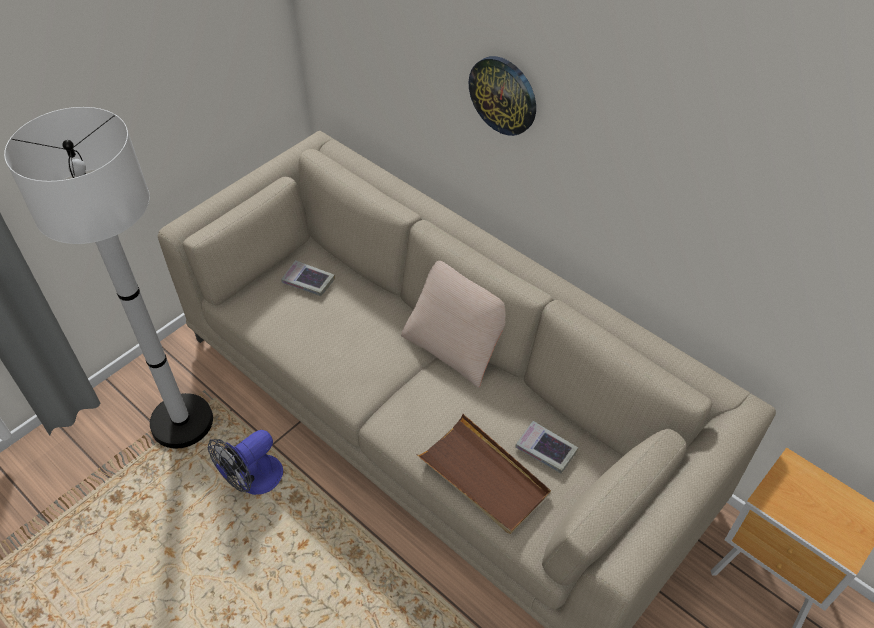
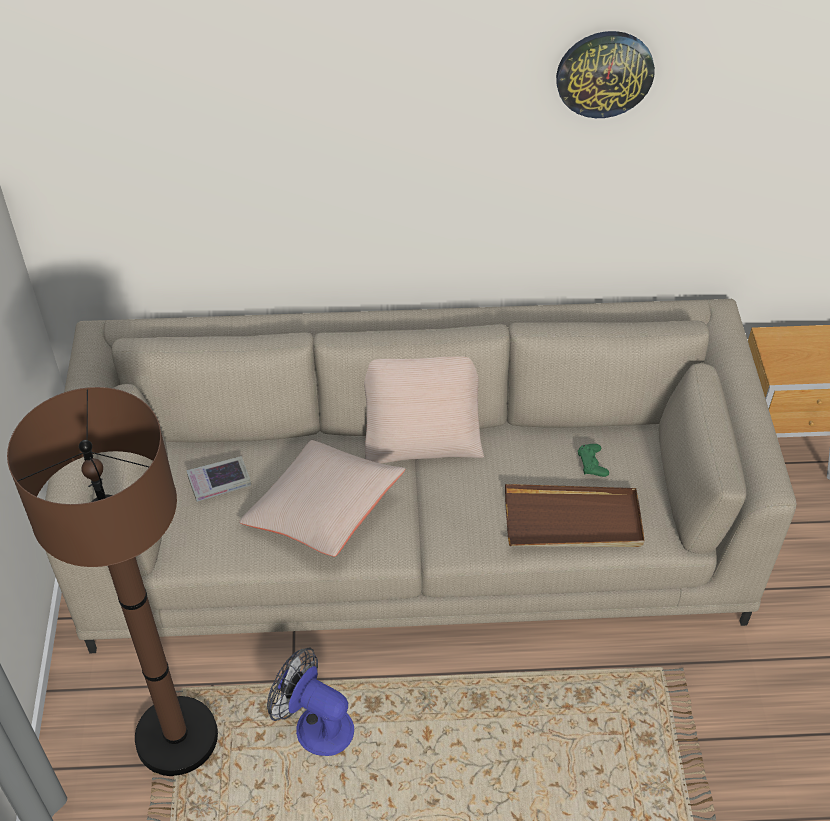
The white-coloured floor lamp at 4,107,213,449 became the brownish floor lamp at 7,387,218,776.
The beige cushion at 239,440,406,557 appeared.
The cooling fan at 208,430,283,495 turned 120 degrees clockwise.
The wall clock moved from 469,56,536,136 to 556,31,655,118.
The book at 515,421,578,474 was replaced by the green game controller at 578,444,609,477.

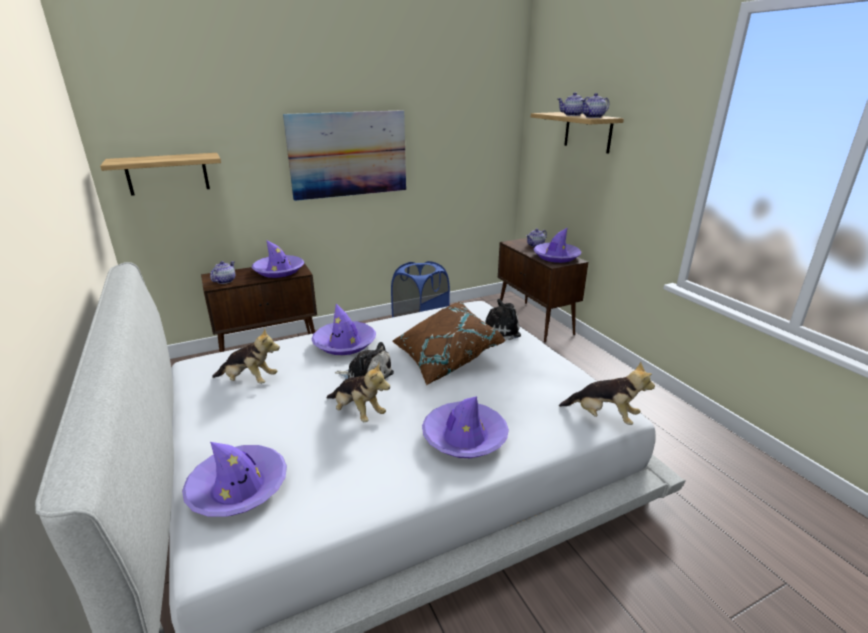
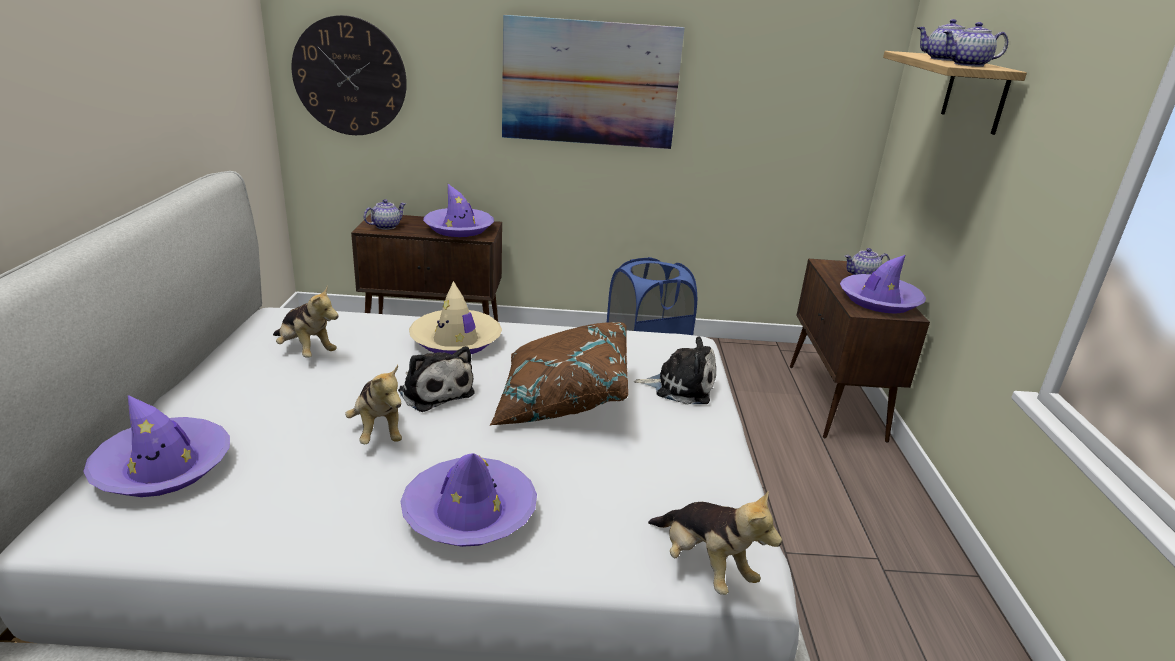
The wall shelf at 100,153,221,196 was replaced by the wall clock at 292,15,407,135.
The purplish wearable hat at 311,304,376,355 became the beige wearable hat at 409,281,502,354.

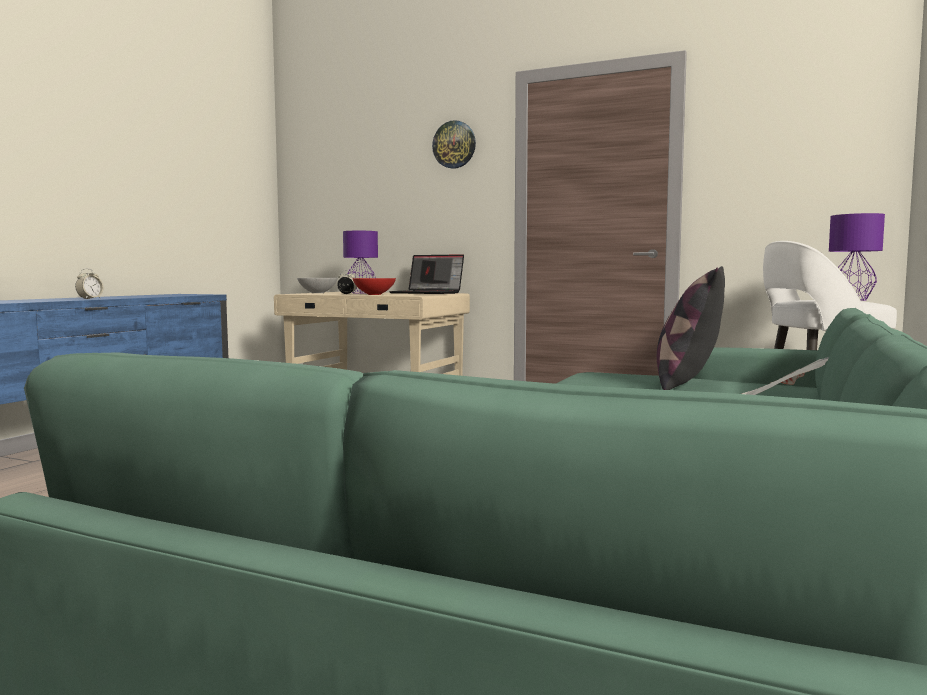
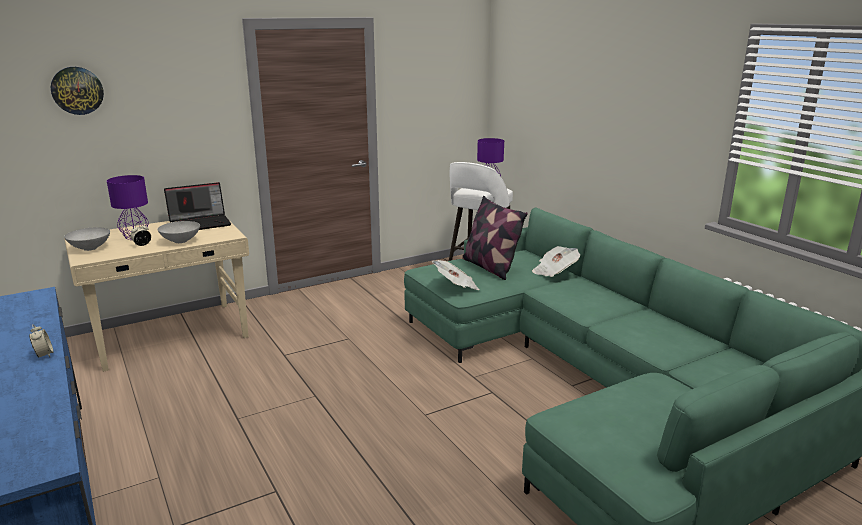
The wall clock moved from 432,120,476,169 to 51,67,104,115.
The reddish deep dish at 352,278,396,295 became the gray deep dish at 157,221,200,243.
The newspaper at 432,260,479,290 appeared.

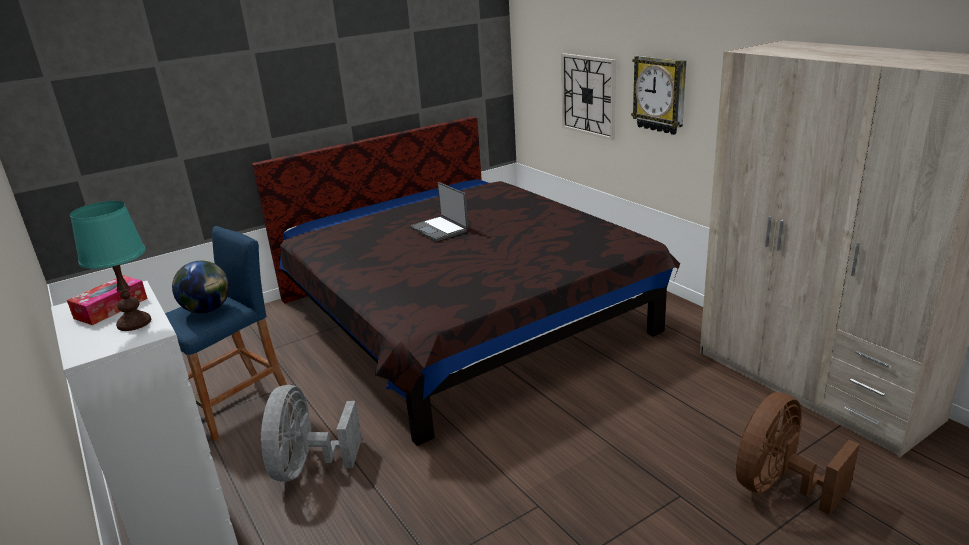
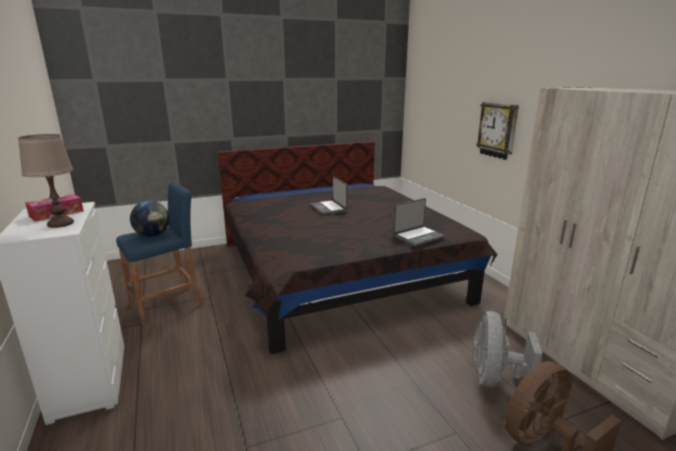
The turquoise lamp for a table at 70,201,151,331 became the brownish lamp for a table at 18,134,74,228.
The portable computer at 393,198,446,247 appeared.
The gray cooling fan moved from 260,385,362,482 to 473,311,542,387.
The wall clock at 561,53,616,140 disappeared.

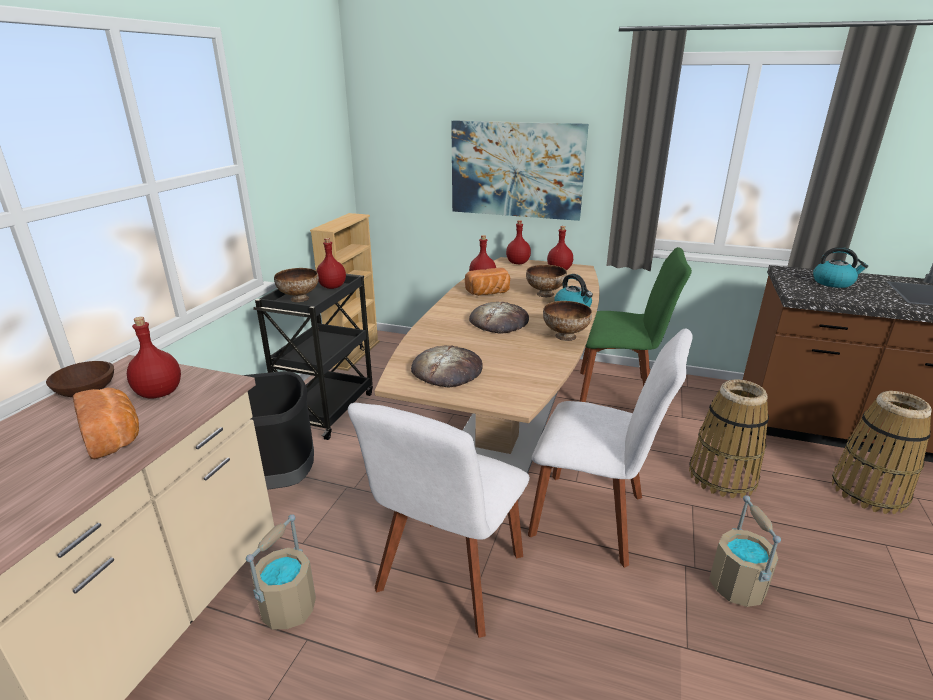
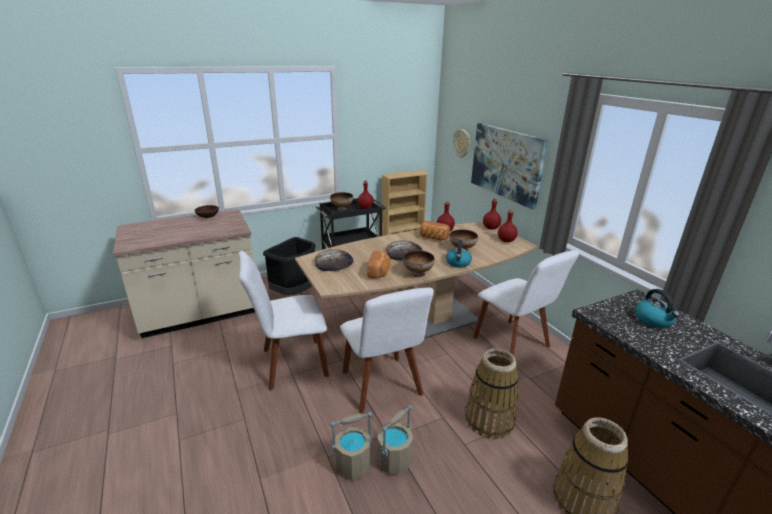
The beige pail moved from 246,514,316,630 to 330,412,373,481.
The bakery bread moved from 73,388,139,459 to 367,251,390,278.
The wall clock at 453,129,470,158 appeared.
The green chair at 580,247,692,402 became the white-coloured chair at 473,250,579,356.
The reddish beverage bottle at 127,317,181,398 disappeared.

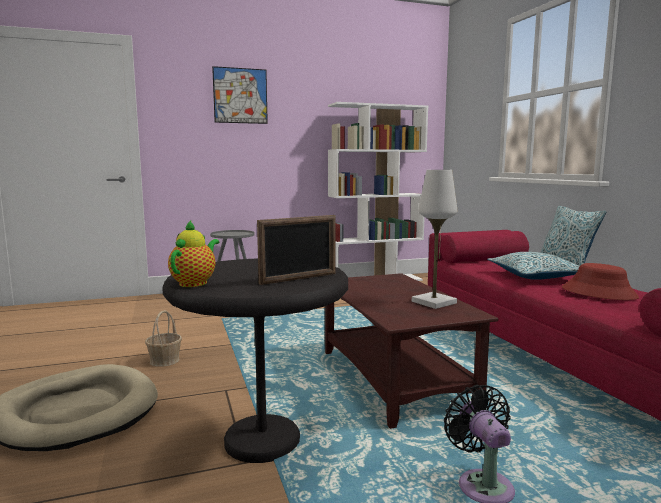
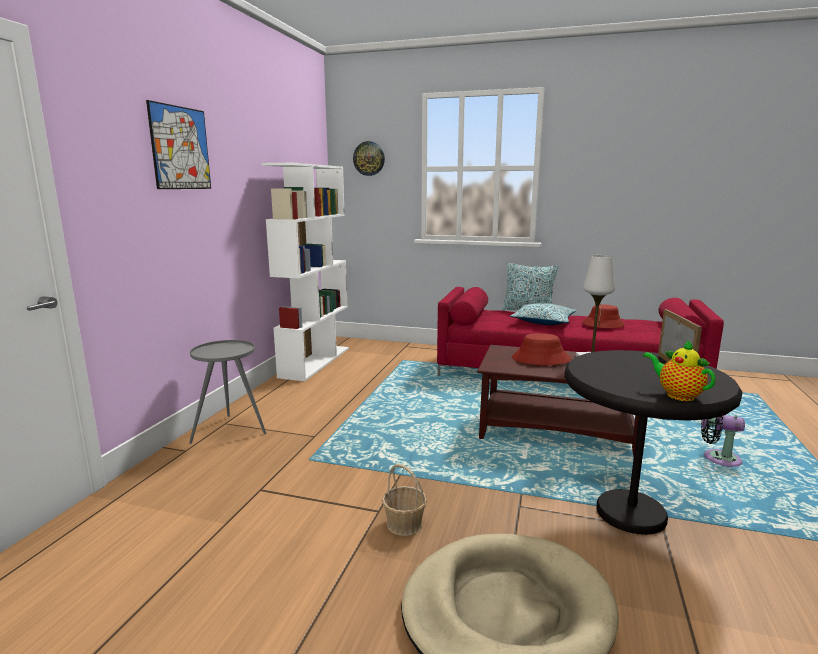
The wall clock at 353,141,385,176 appeared.
The reddish wearable hat at 512,333,571,365 appeared.

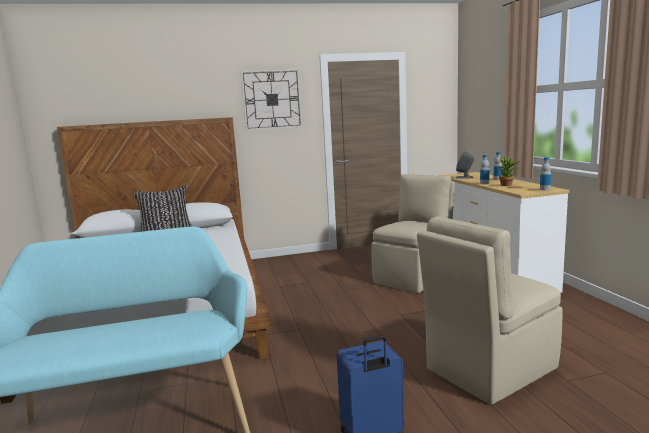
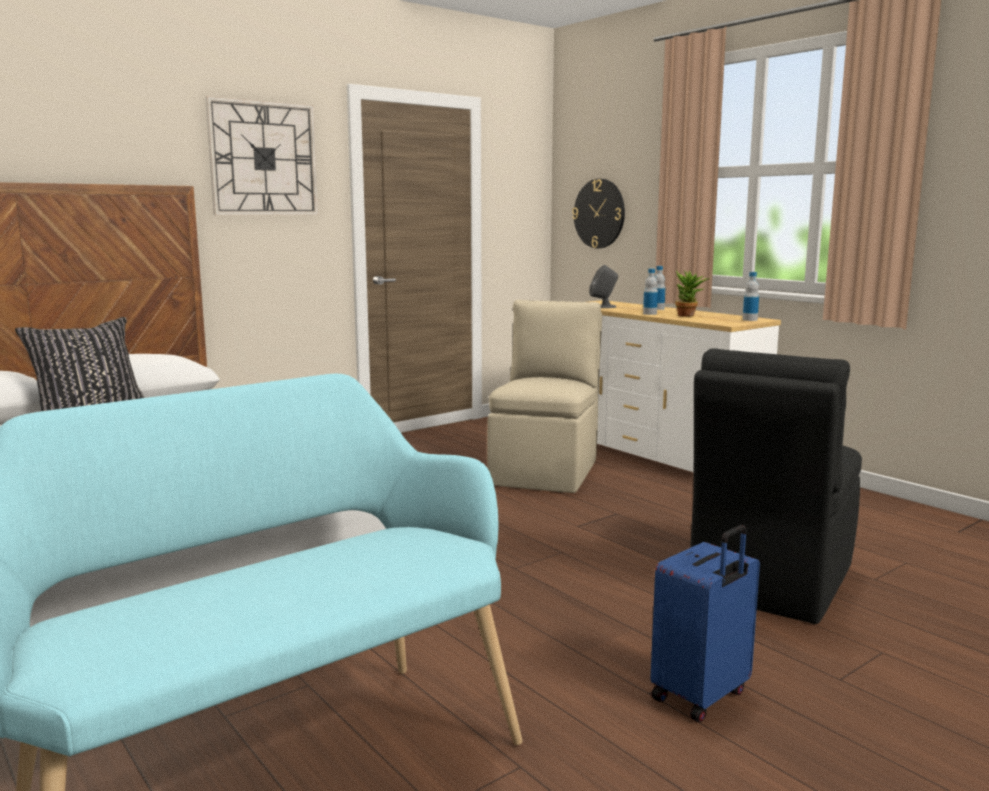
The wall clock at 572,179,625,248 appeared.
The beige chair at 417,216,563,405 became the black-coloured chair at 690,348,862,624.

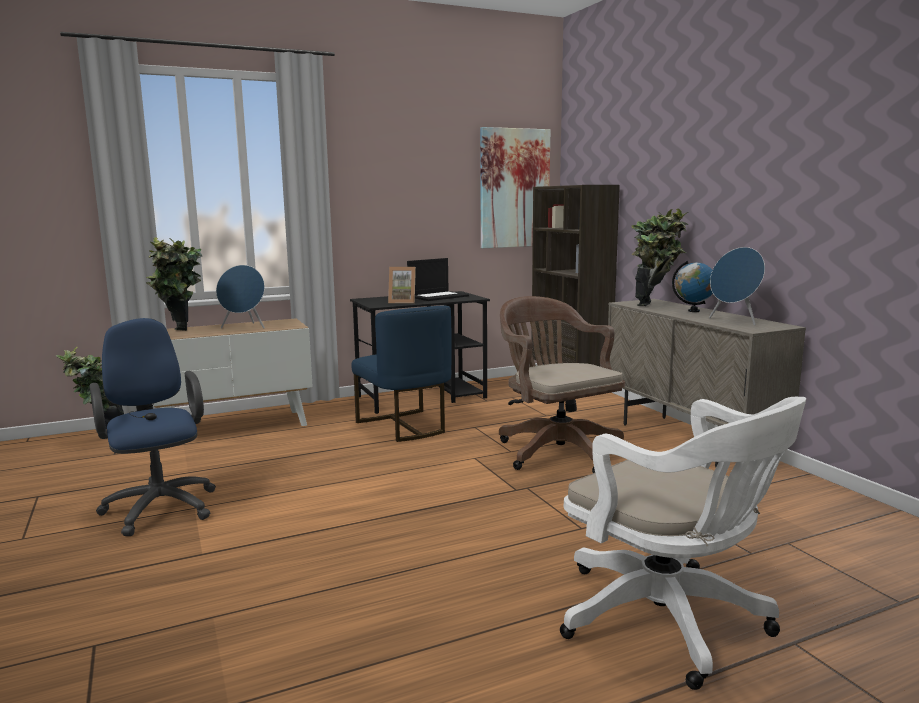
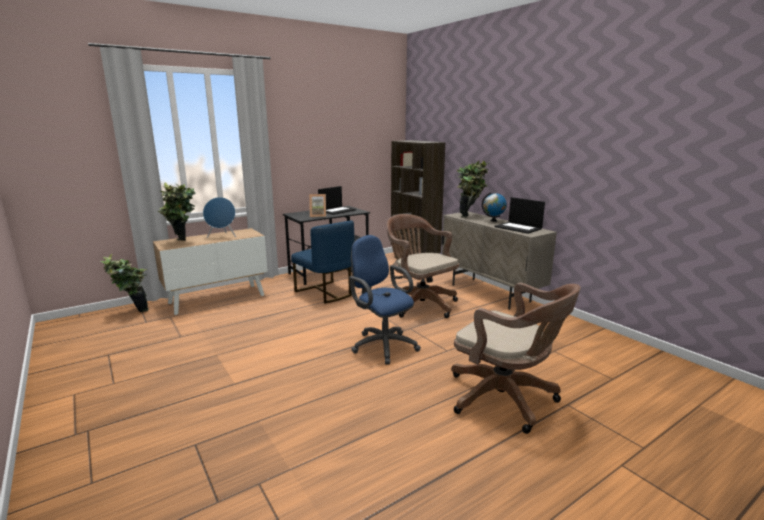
The bluish computer chair moved from 90,318,216,536 to 349,235,421,365.
The white-coloured computer chair at 560,397,806,690 became the brownish computer chair at 451,283,581,434.
The bluish loudspeaker at 709,247,765,325 was replaced by the portable computer at 494,197,545,234.
The wall art at 480,127,550,248 disappeared.

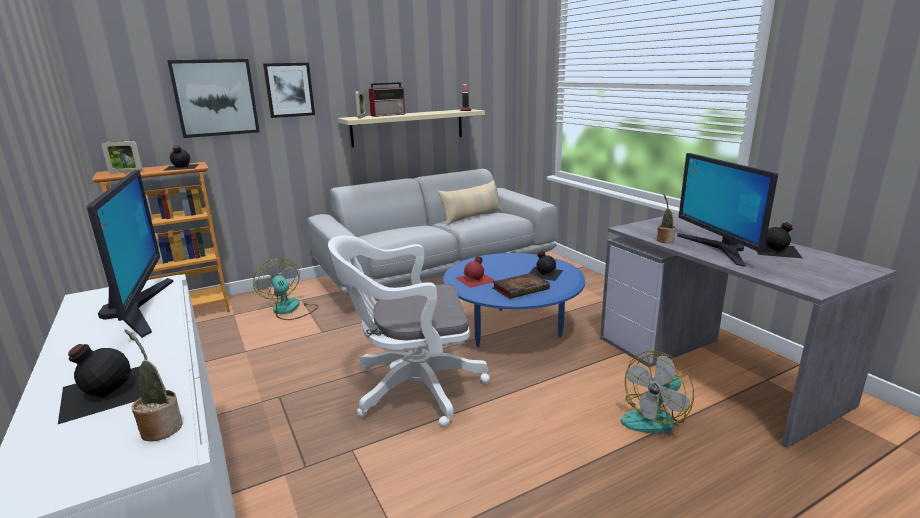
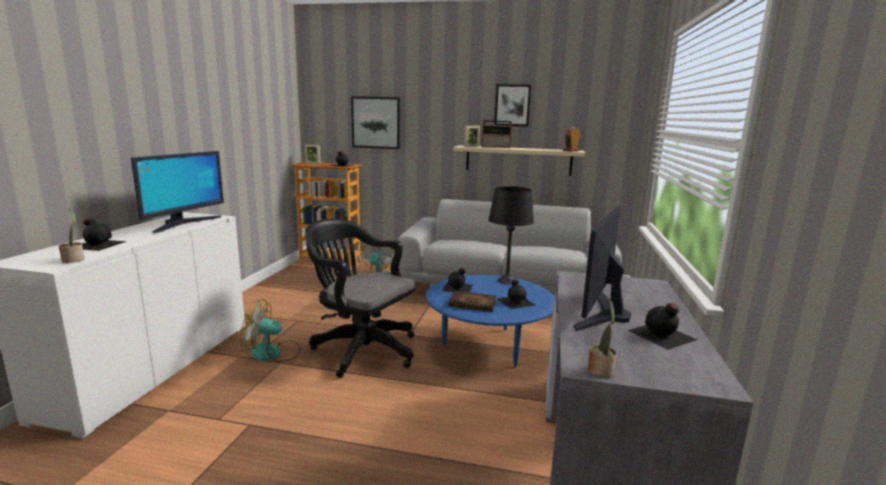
The cooling fan moved from 621,350,694,434 to 241,299,301,362.
The white-coloured computer chair at 328,236,490,427 became the black-coloured computer chair at 305,219,416,378.
The reddish beverage bottle at 456,256,496,288 became the black-coloured beverage bottle at 442,268,472,292.
The black-coloured lamp for a table at 488,186,534,284 appeared.
The wall art moved from 263,63,315,118 to 494,84,531,127.
The houseplant moved from 657,194,676,243 to 587,300,617,378.
The beige cushion at 438,180,502,225 disappeared.

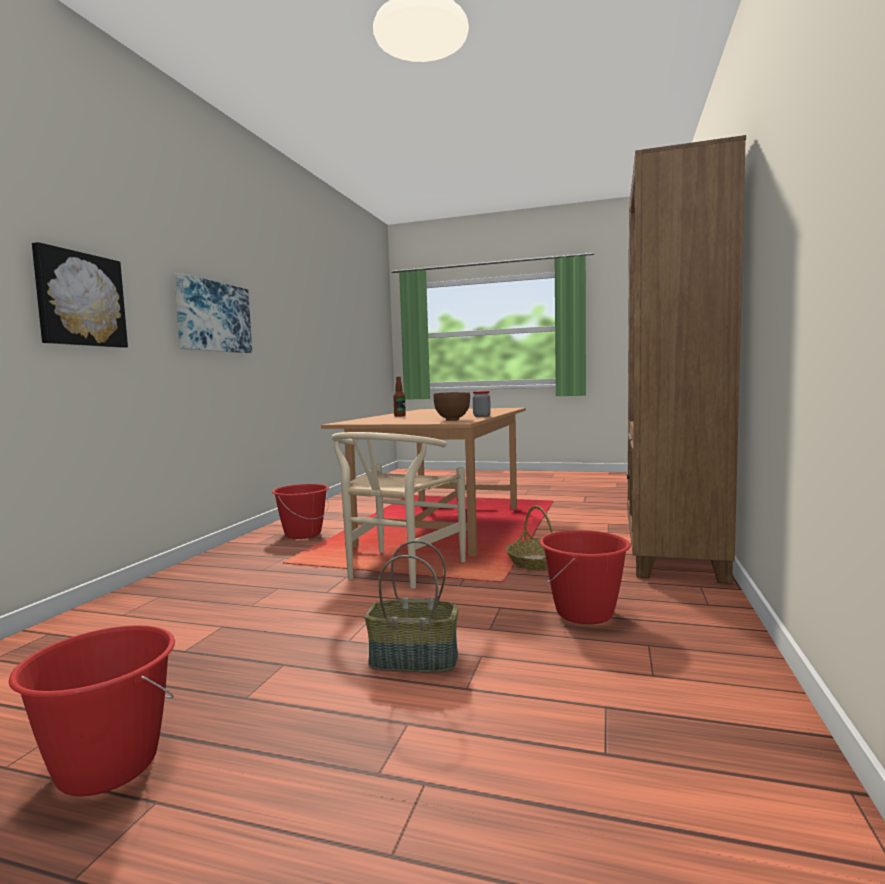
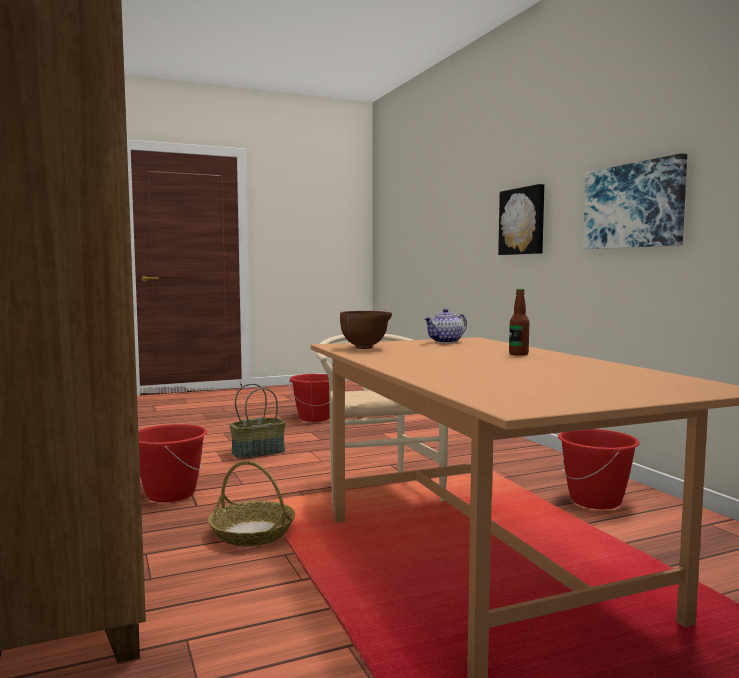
The teapot at 424,309,467,343 appeared.
The storage jar at 473,391,491,417 disappeared.

